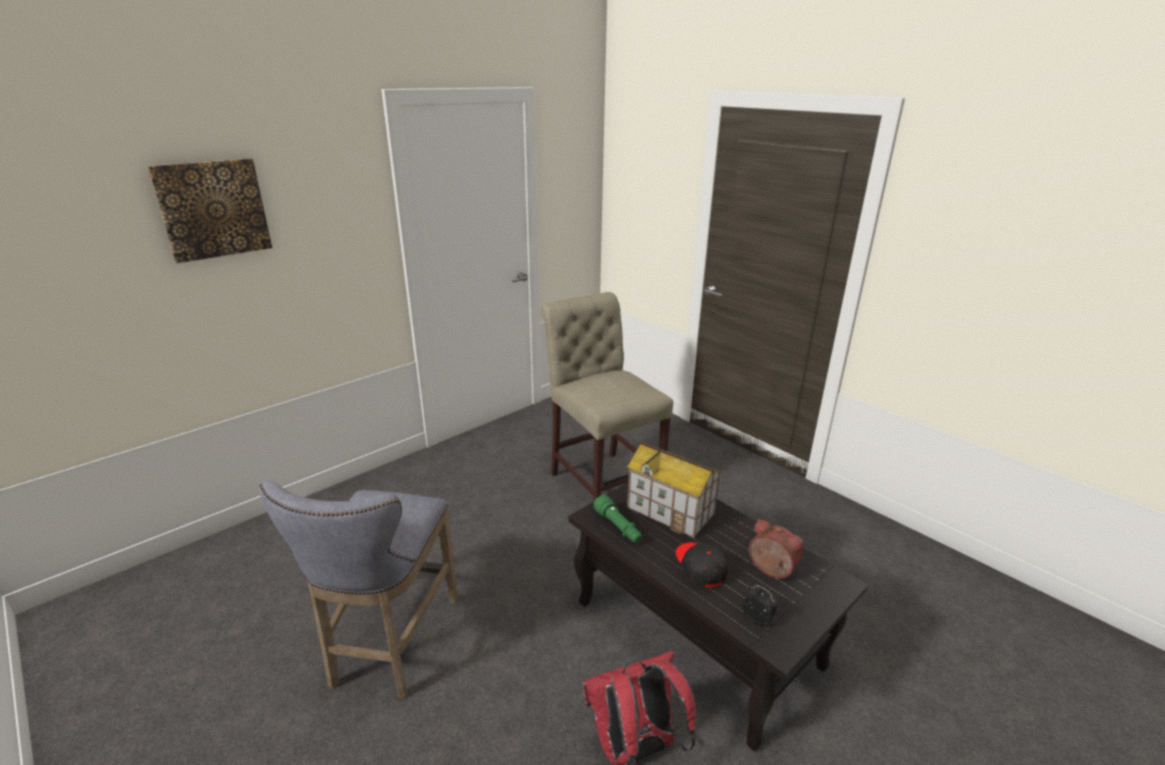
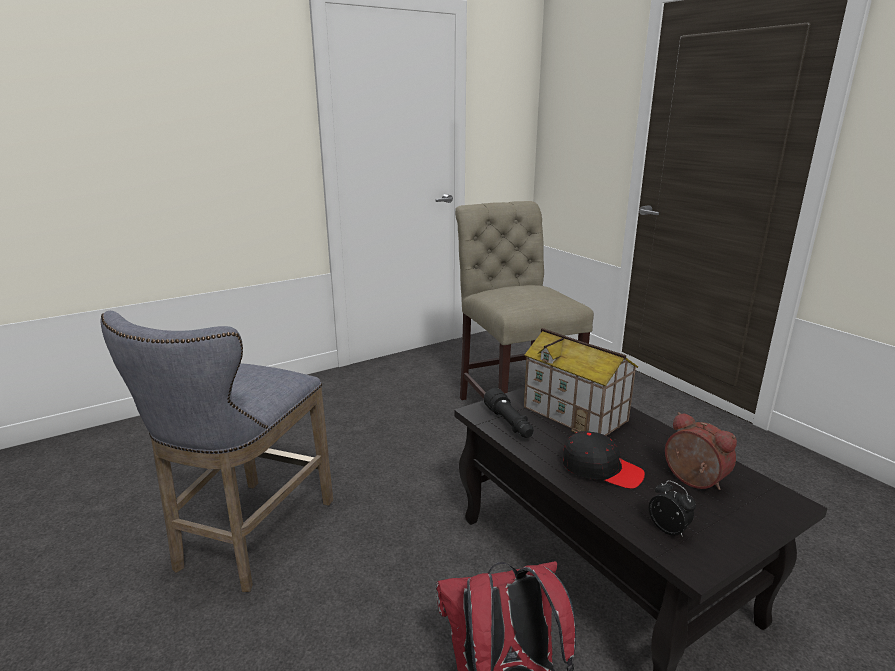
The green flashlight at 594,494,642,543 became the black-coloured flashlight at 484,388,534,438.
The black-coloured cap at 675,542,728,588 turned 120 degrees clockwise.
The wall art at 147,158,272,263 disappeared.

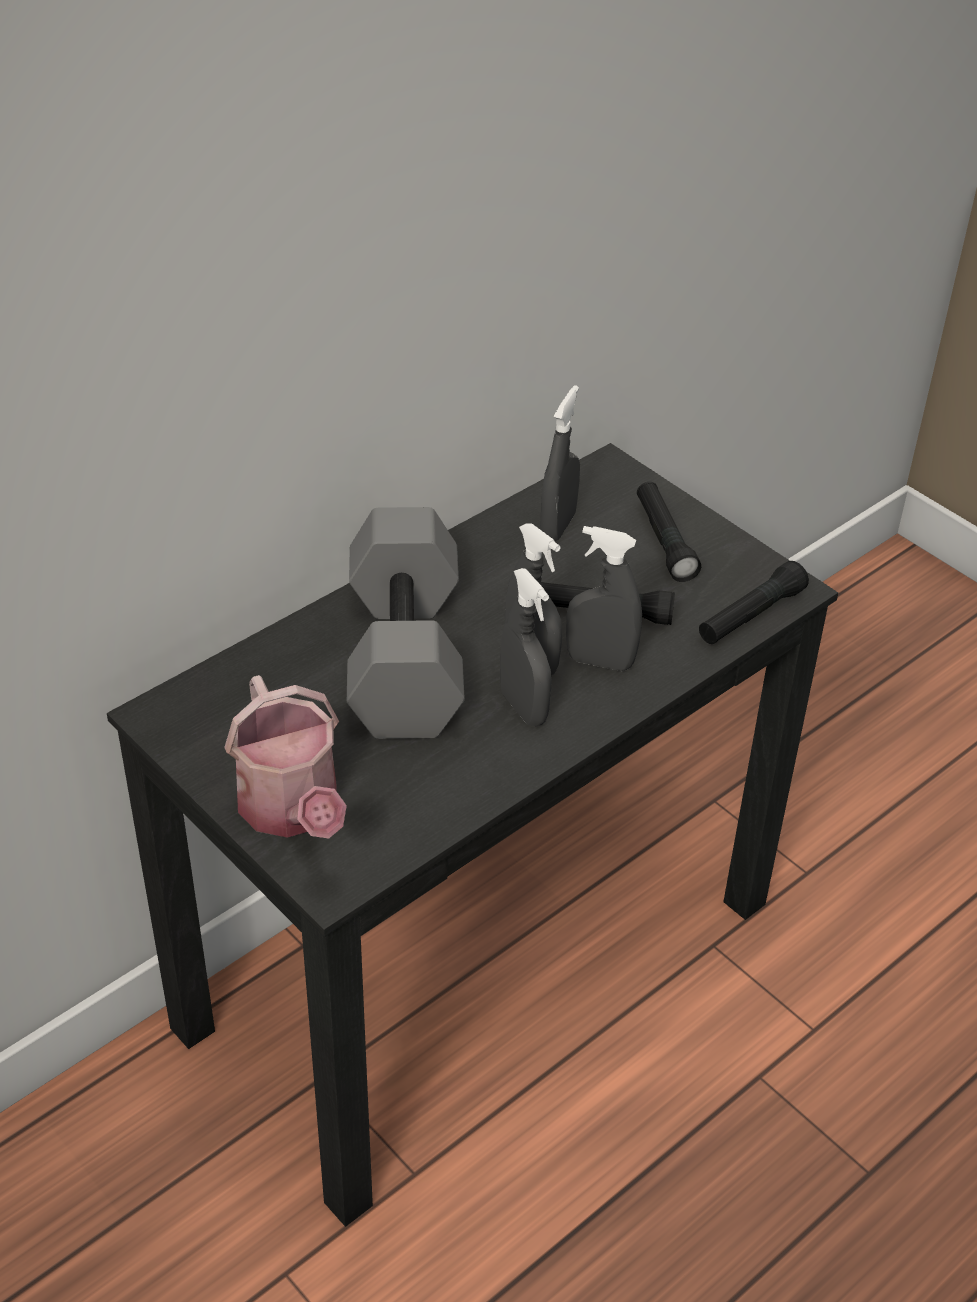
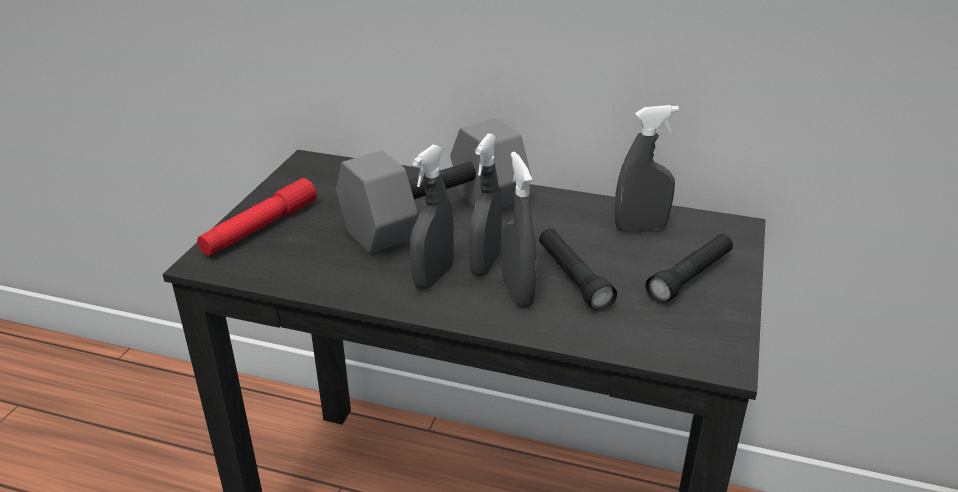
The sprinkling can at 224,675,347,838 was replaced by the reddish flashlight at 197,178,317,256.
The black-coloured flashlight at 699,561,809,644 disappeared.

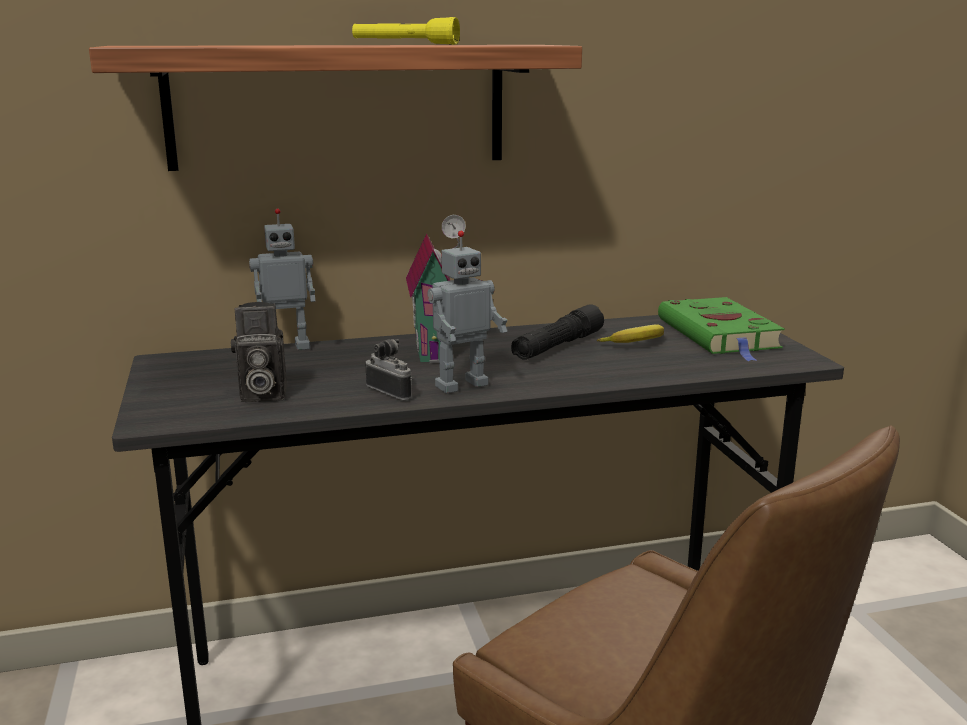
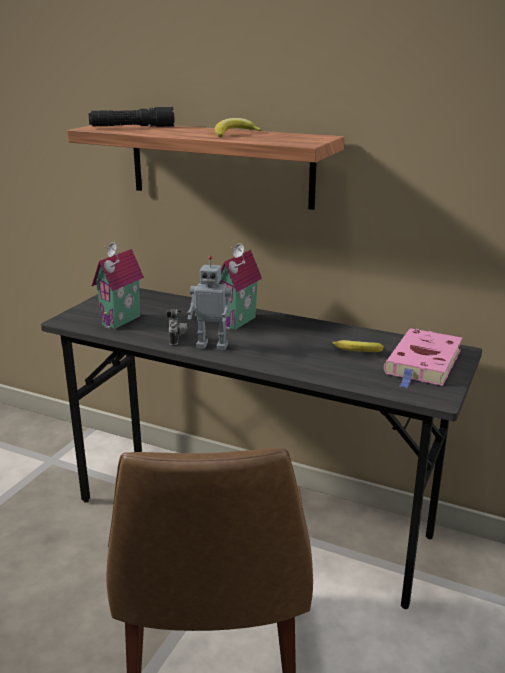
The black-coloured flashlight moved from 511,304,604,360 to 89,107,175,127.
The still camera at 231,302,287,402 was replaced by the model house at 92,242,144,329.
The yellowish flashlight at 352,17,460,45 was replaced by the banana at 215,118,263,138.
The green book at 658,297,785,361 became the pinkish book at 384,328,462,388.
The robot figure at 249,208,315,350 disappeared.

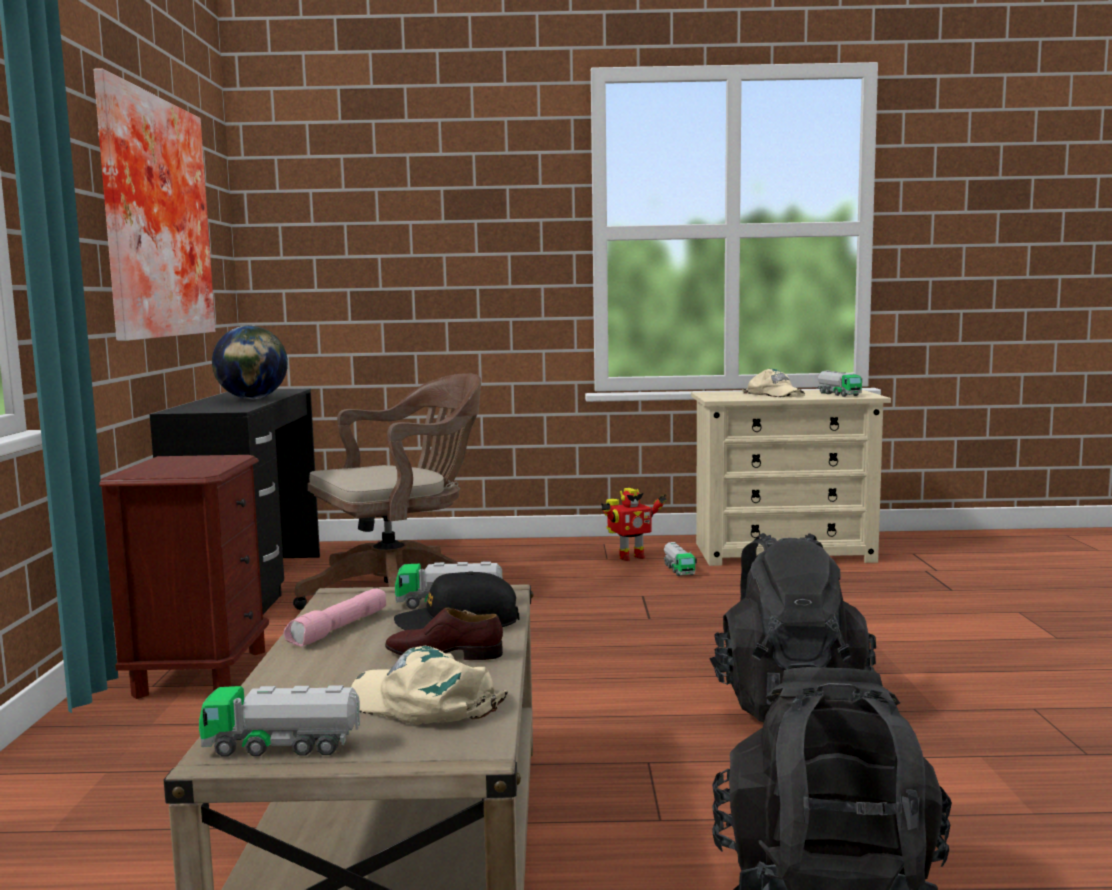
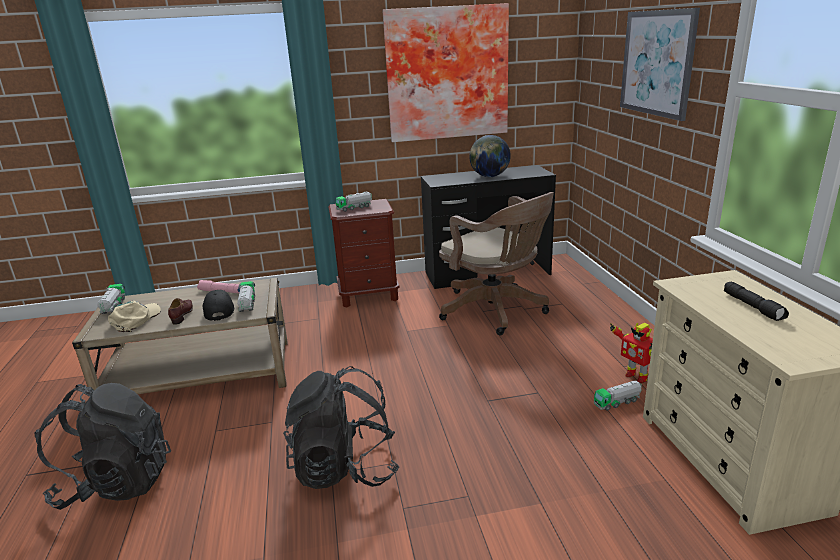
The model truck moved from 817,371,862,397 to 336,192,372,212.
The wall art at 620,8,700,121 appeared.
The beige cap at 742,369,805,397 was replaced by the black-coloured flashlight at 724,282,789,321.

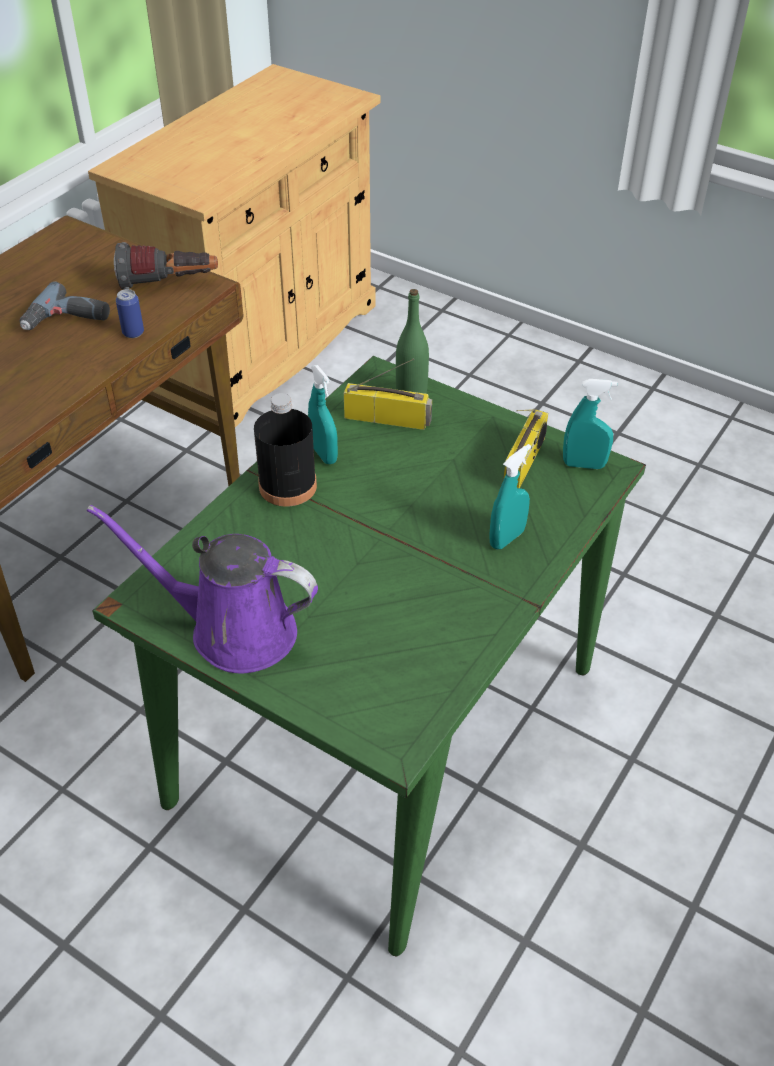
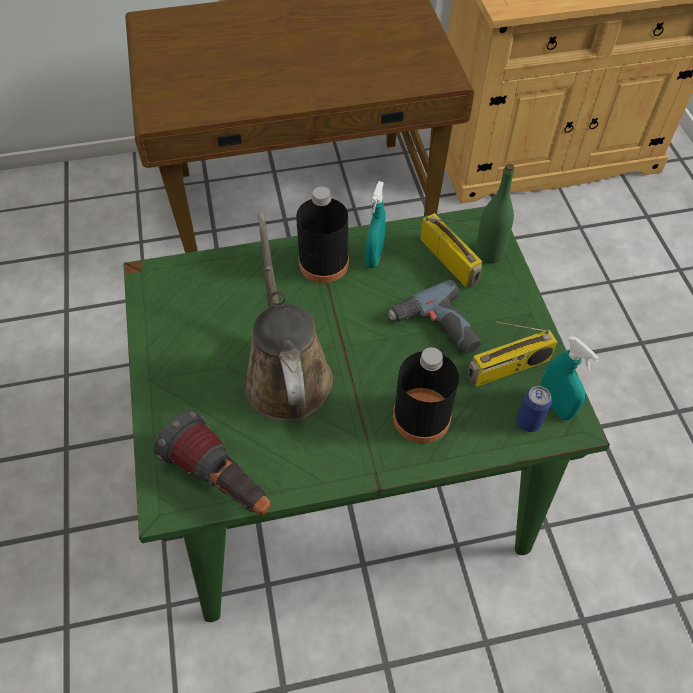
The flashlight moved from 114,242,218,289 to 154,410,271,515.
The brownish sprinkling can at 244,212,333,422 appeared.
The electric drill moved from 20,281,110,330 to 388,279,481,354.
The turquoise hand sprayer at 489,444,531,549 was replaced by the black-coloured beverage bottle at 393,347,459,443.
The can moved from 116,289,144,338 to 516,386,552,432.
The purplish sprinkling can at 87,504,318,673 disappeared.

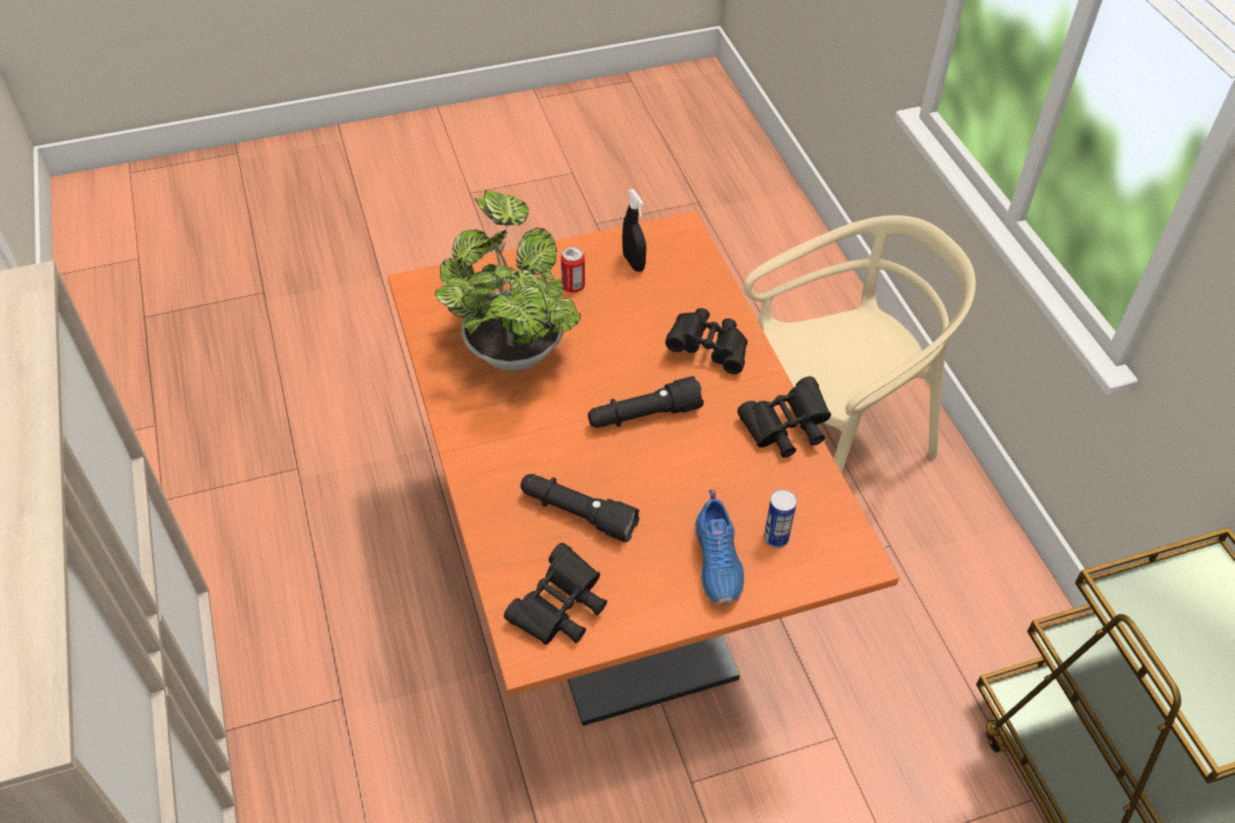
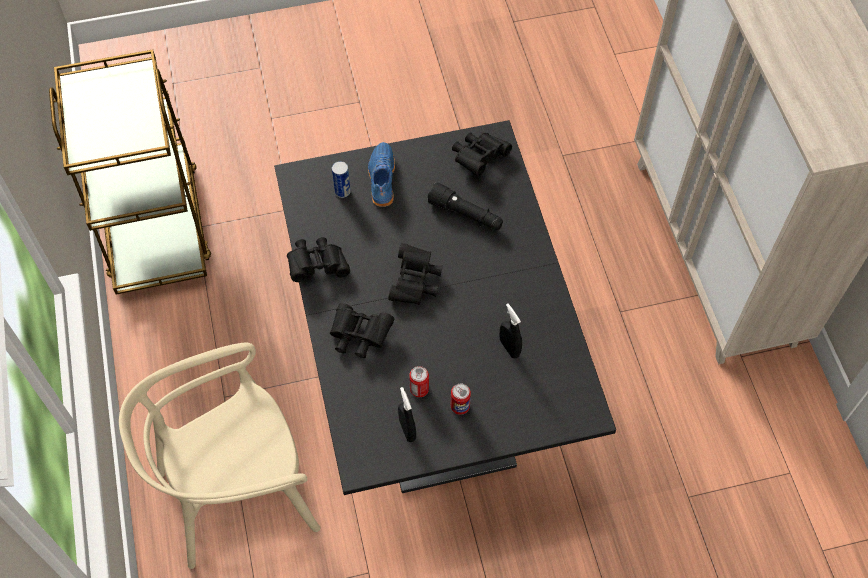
The orange dinner table at 388,211,899,726 became the black-coloured dinner table at 274,120,616,495.
The black-coloured flashlight at 588,376,704,428 was replaced by the black-coloured binoculars at 388,243,443,305.
The can at 409,366,429,397 appeared.
The houseplant at 435,190,581,372 was replaced by the black-coloured hand sprayer at 499,303,522,359.

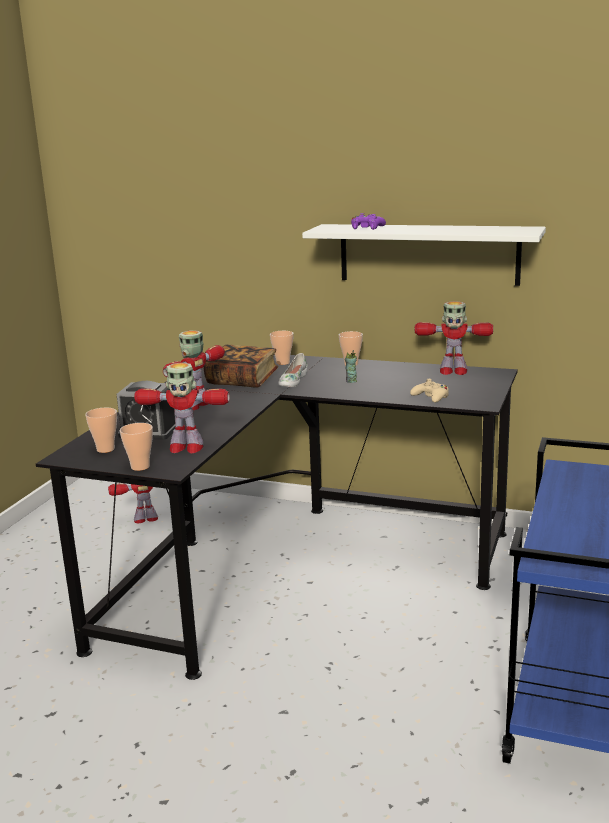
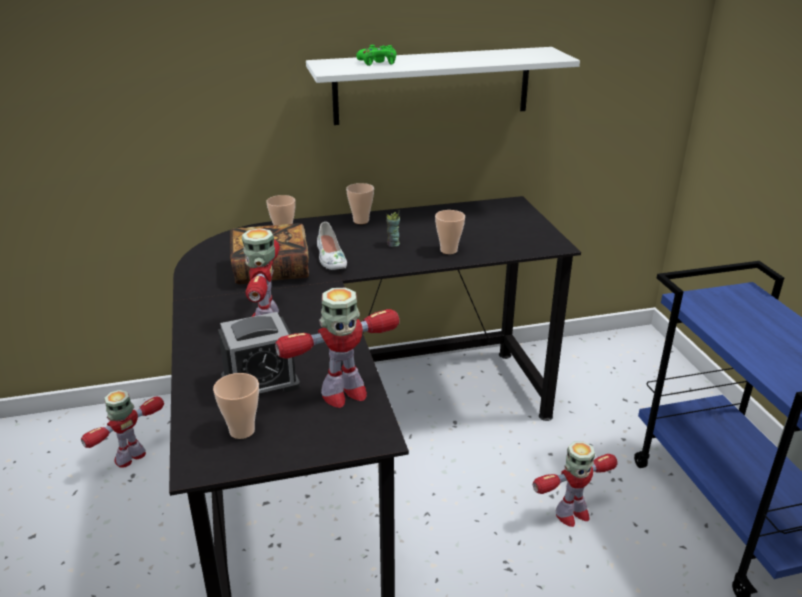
The purplish game controller at 351,213,386,230 became the green game controller at 356,45,397,66.
The small cup moved from 120,423,153,471 to 435,210,465,254.
The robot figure moved from 415,301,493,375 to 533,441,618,527.
The beige game controller at 410,379,449,403 disappeared.

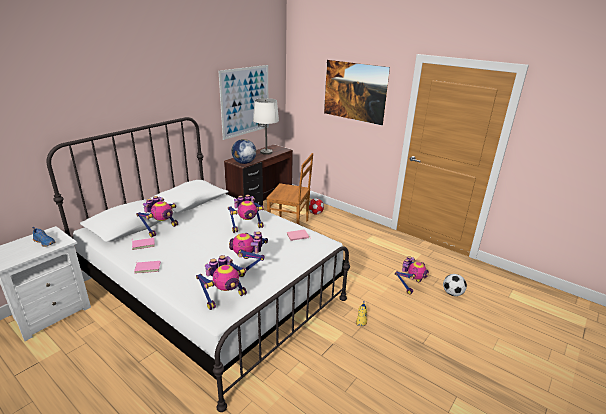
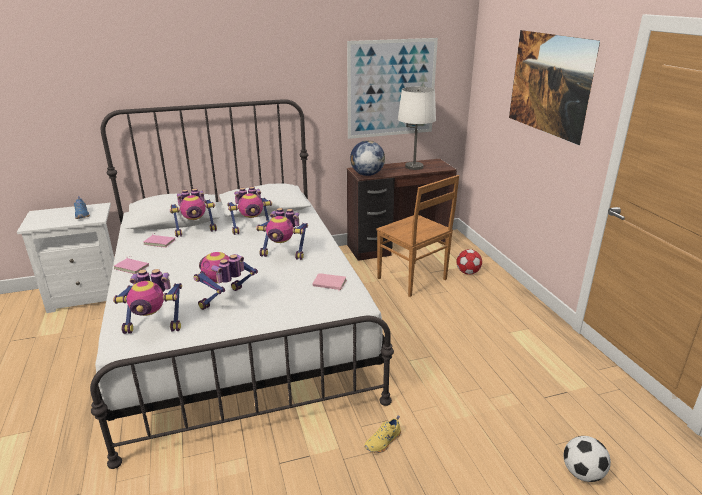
The robot figure moved from 395,256,429,295 to 227,187,272,235.

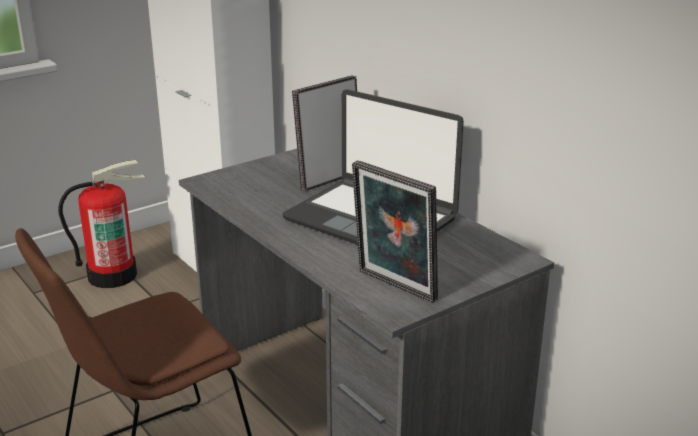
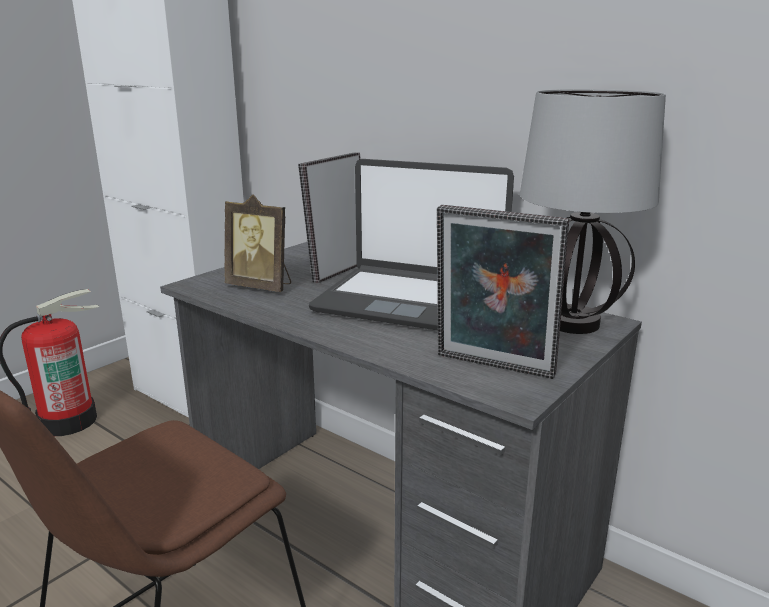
The photo frame at 225,194,291,292 appeared.
The lamp for a table at 520,89,666,334 appeared.

